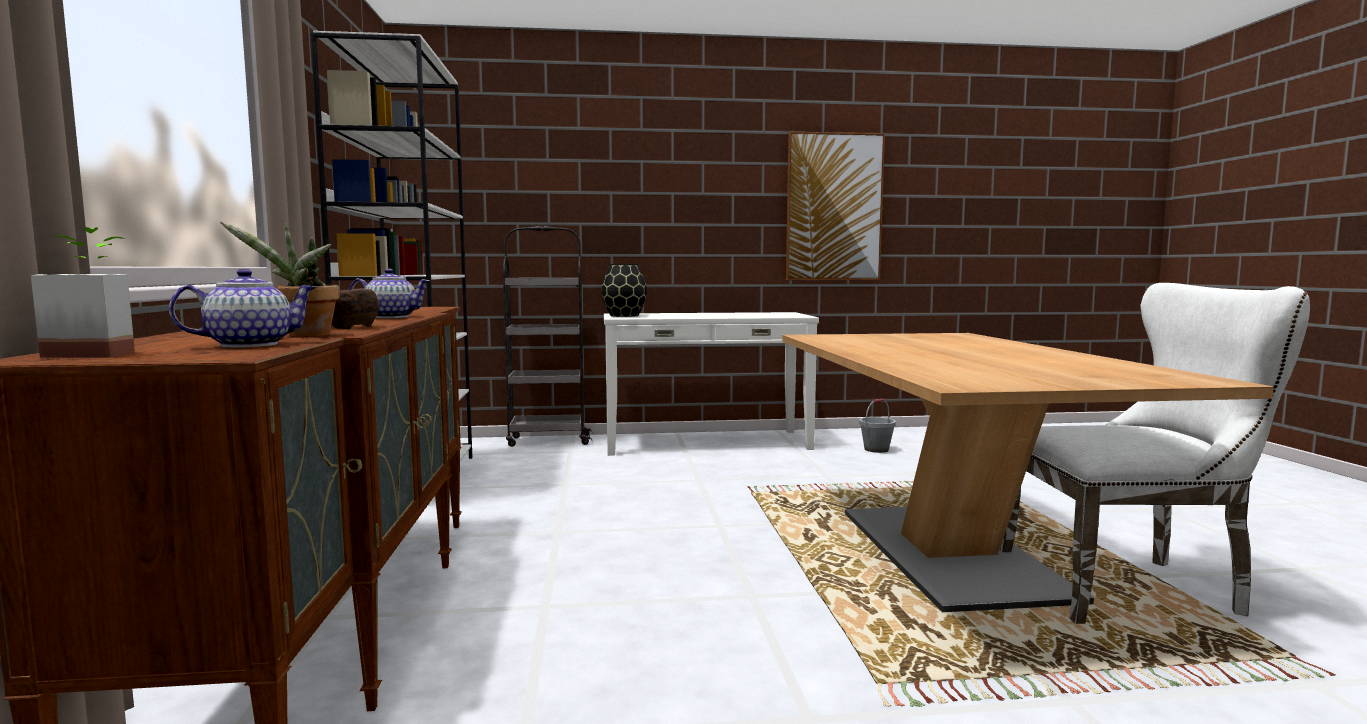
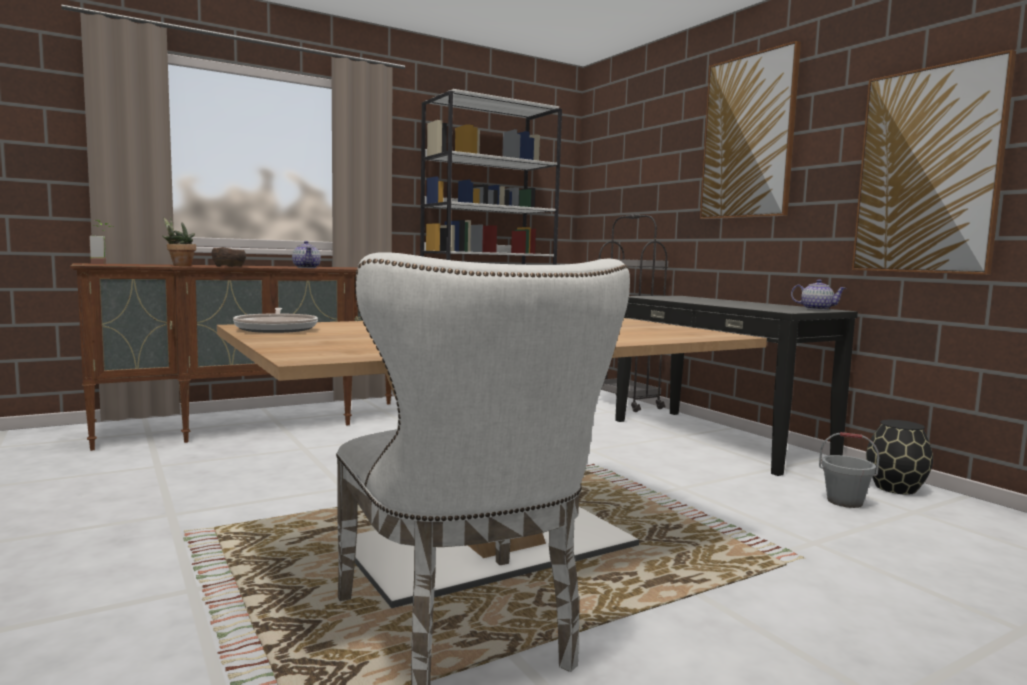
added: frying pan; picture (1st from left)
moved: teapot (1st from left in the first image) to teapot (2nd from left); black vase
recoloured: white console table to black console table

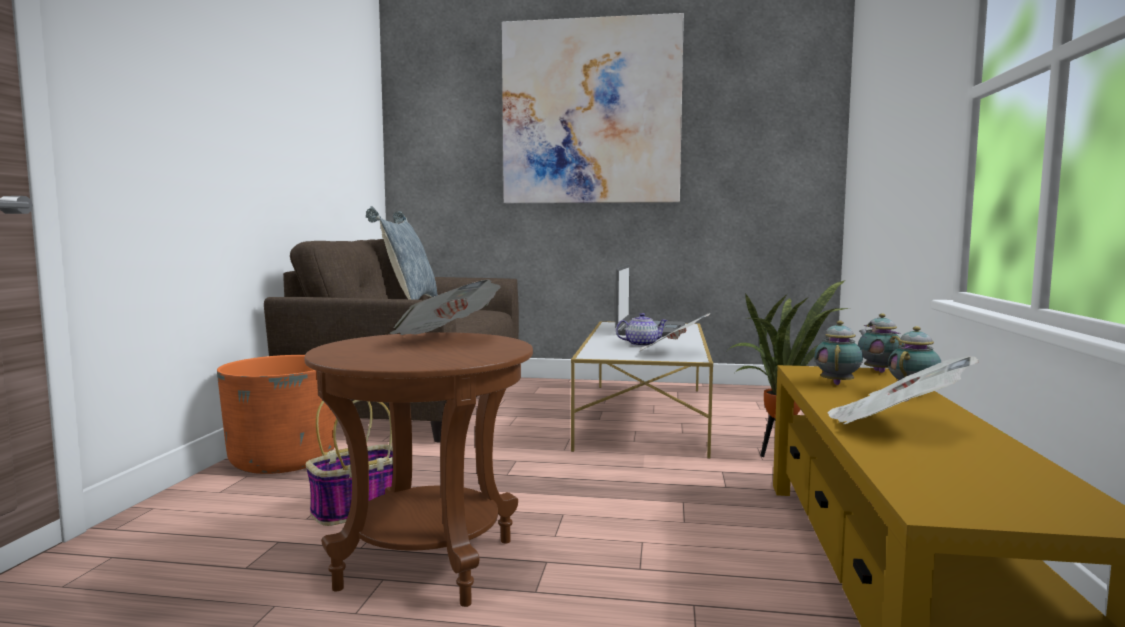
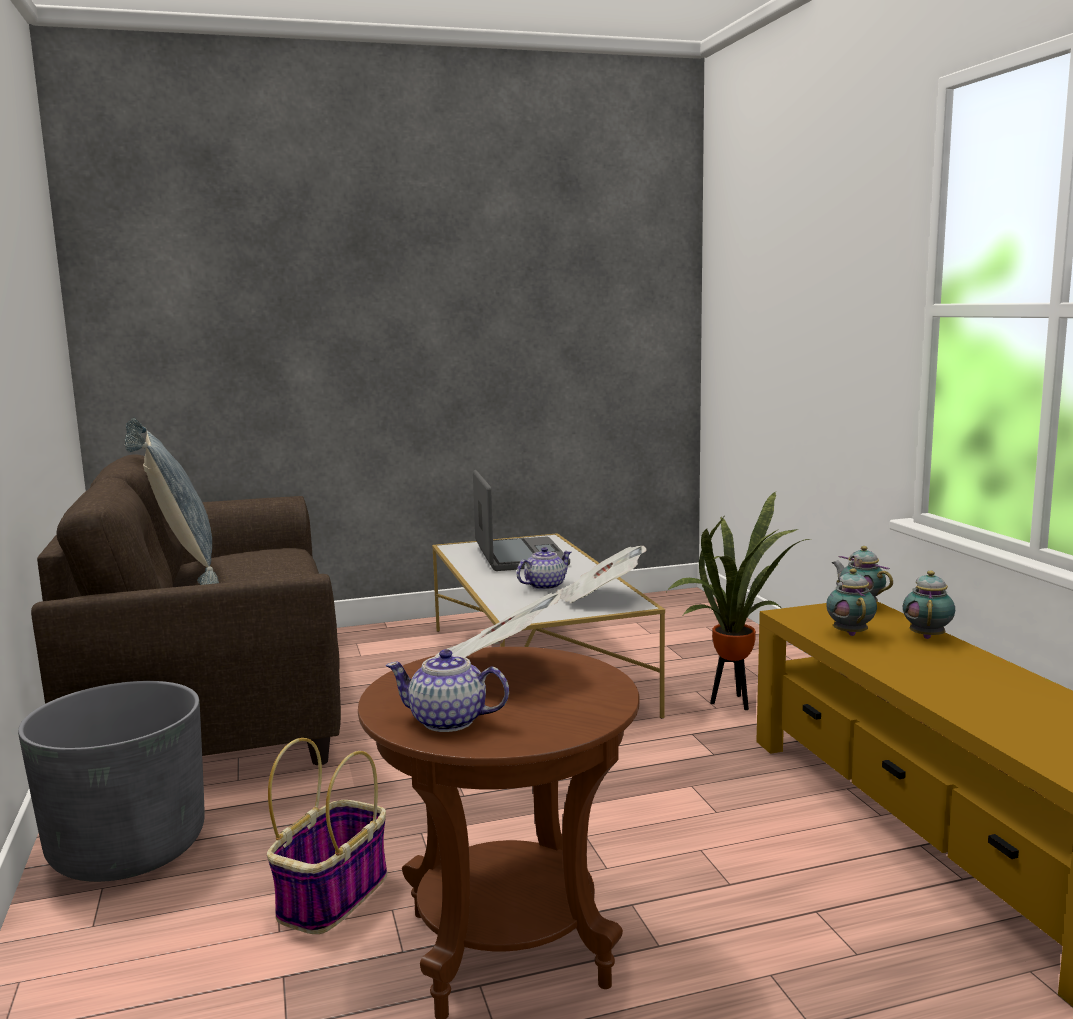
removed: picture; newspaper (3rd from left)
added: teapot (1st from left)
recoloured: orange planter to grey planter

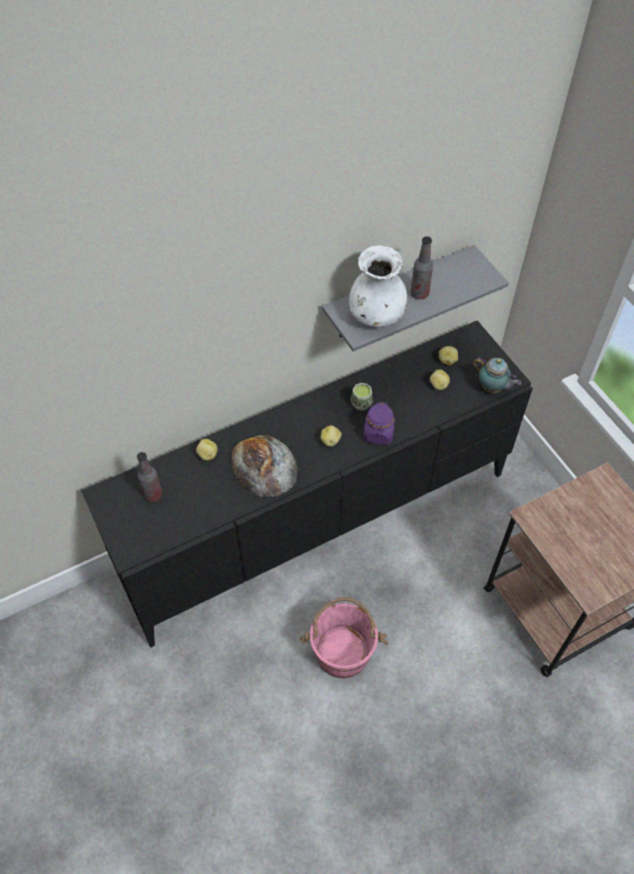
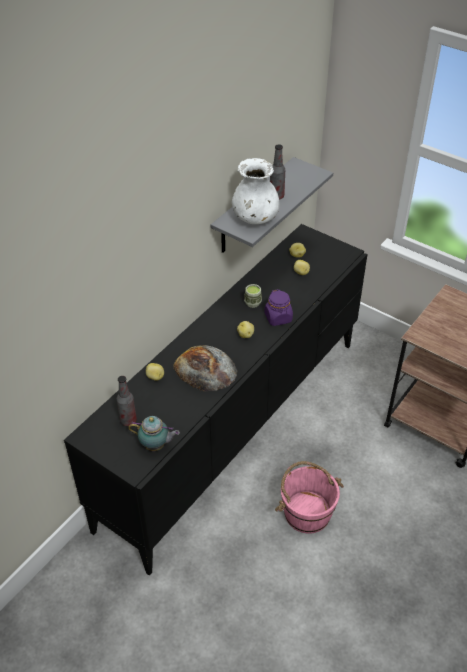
moved: teapot

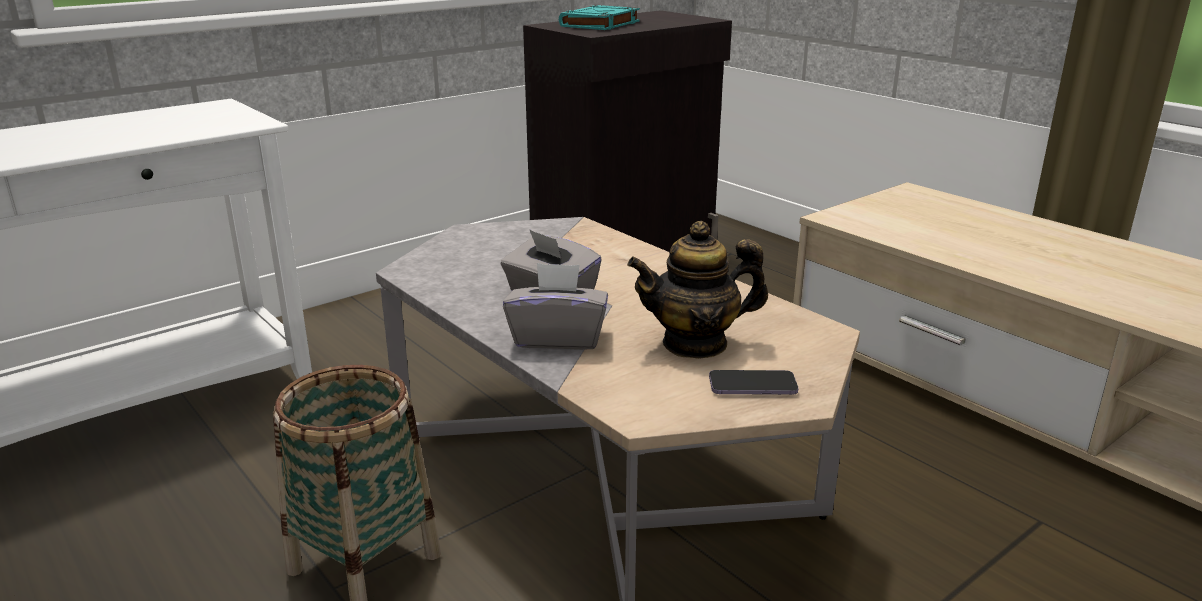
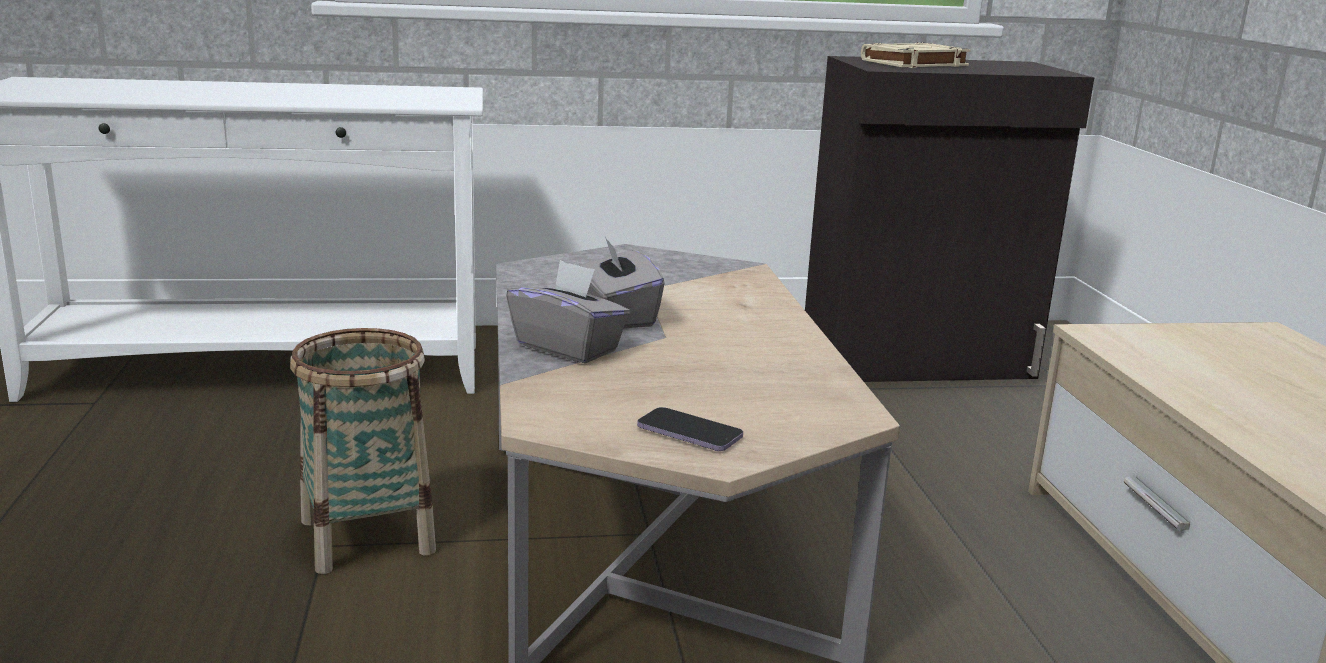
removed: teapot
recoloured: turquoise book to beige book

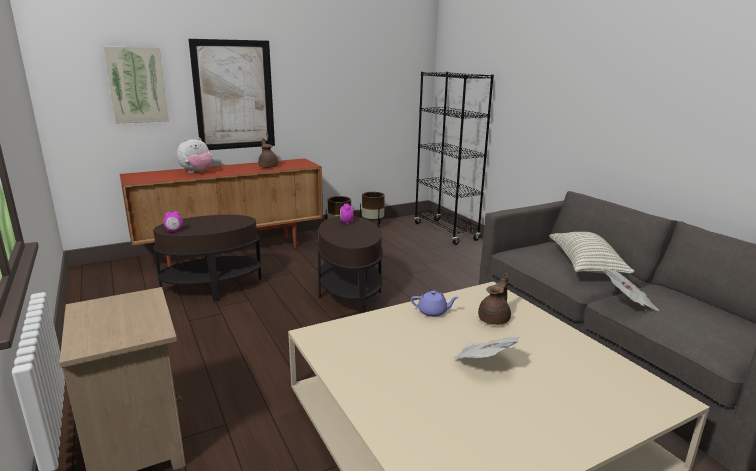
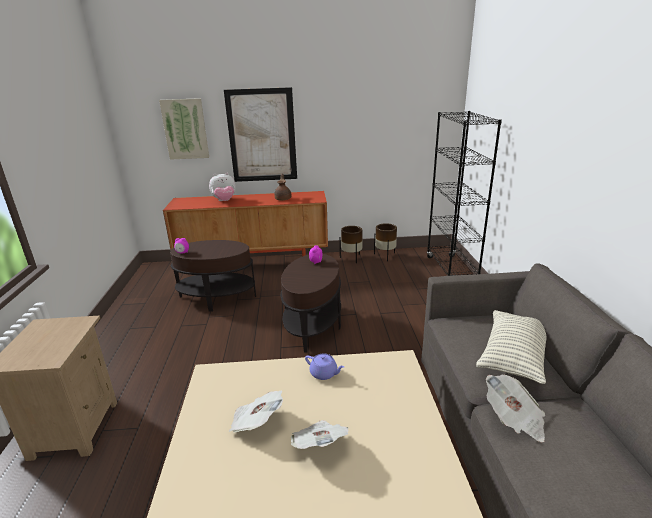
removed: brown teapot (2nd from left)
added: newspaper (1st from left)

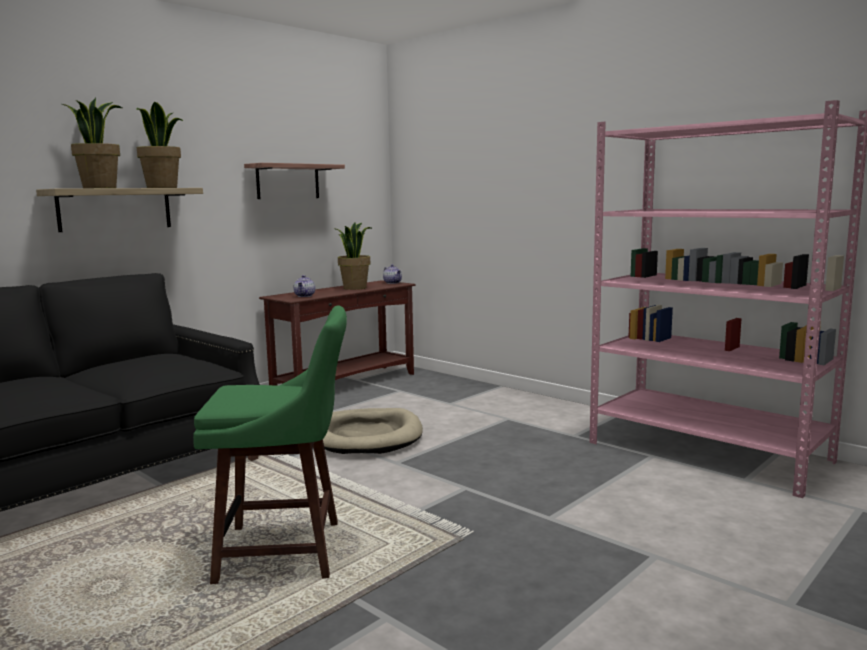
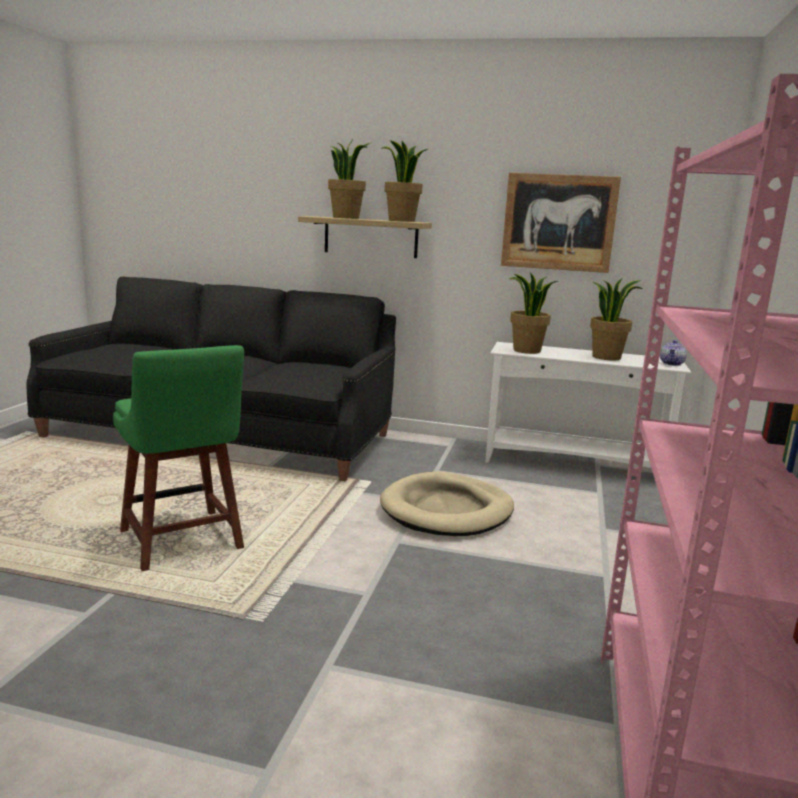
replaced: shelf (2nd from left) to picture; teapot (1st from left) to potted plant (3rd from left)
recoloured: brown console table to white console table

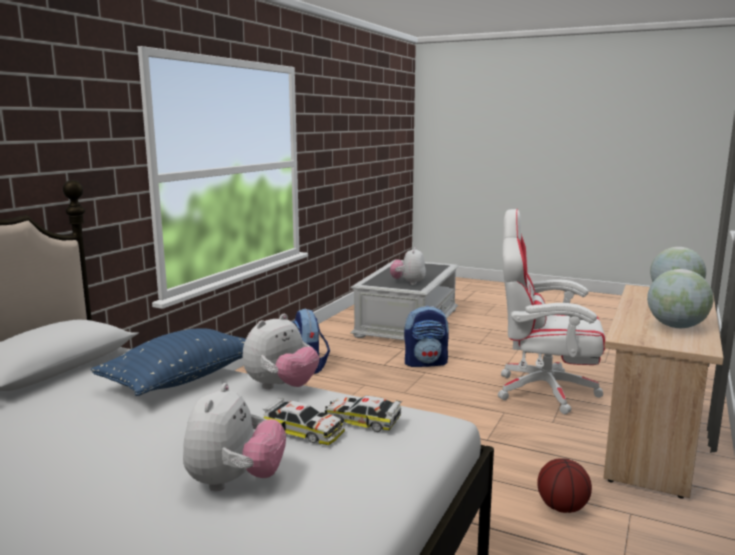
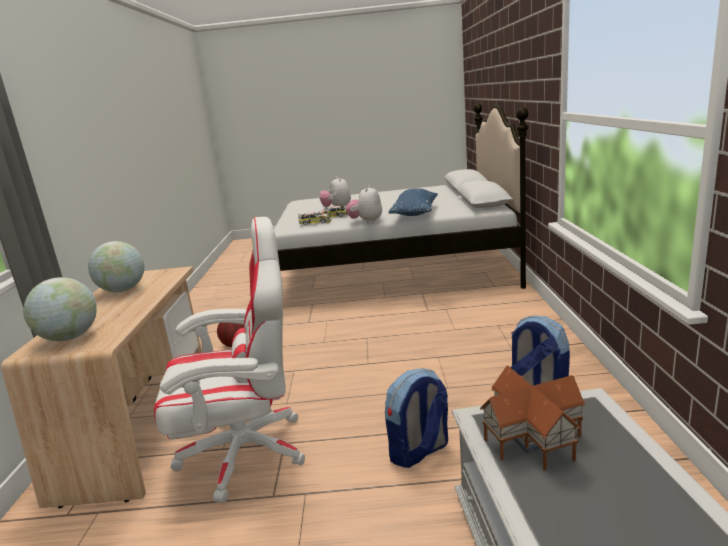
replaced: plush toy (3rd from left) to toy house

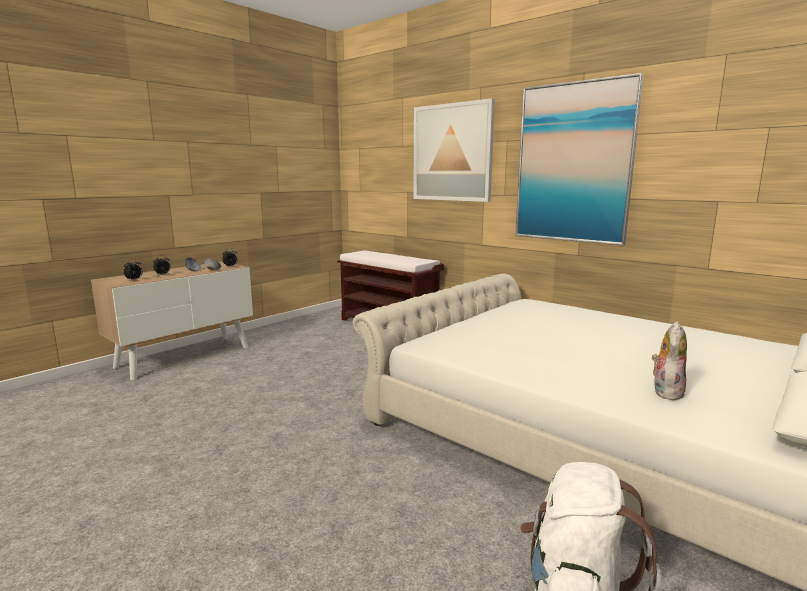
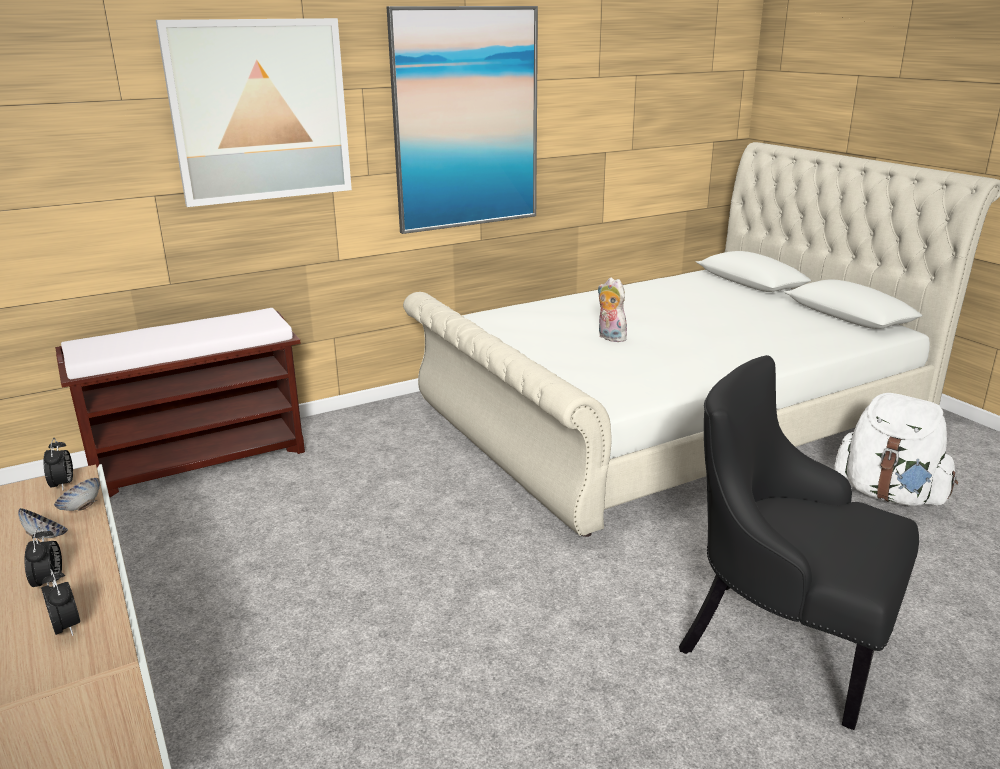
added: black chair
moved: plush toy

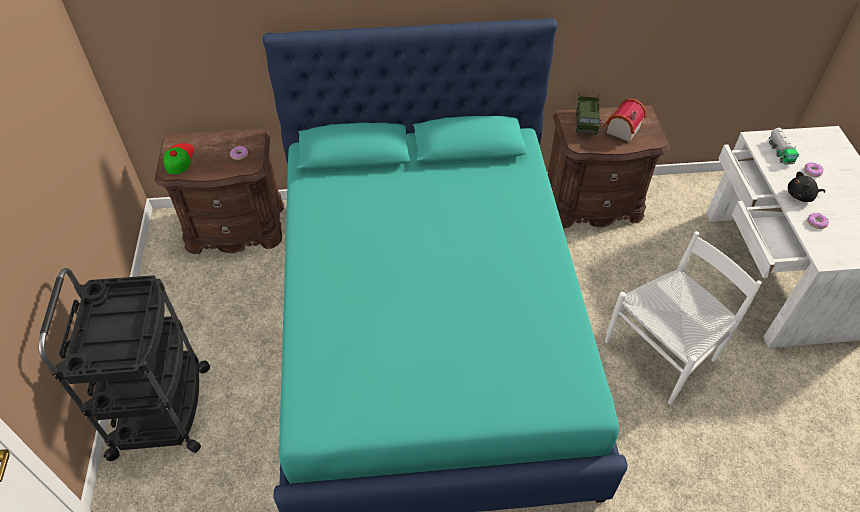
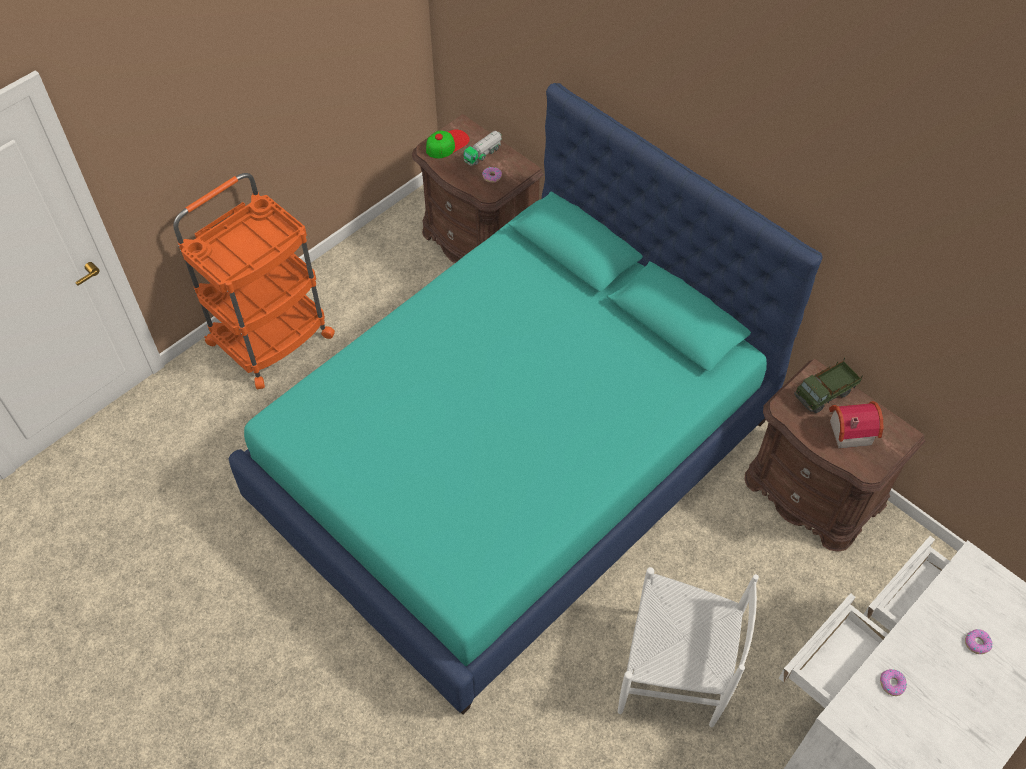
removed: black plush toy
moved: toy truck (2nd from left in the first image) to toy truck (1st from left)
recoloured: black cart to orange cart

